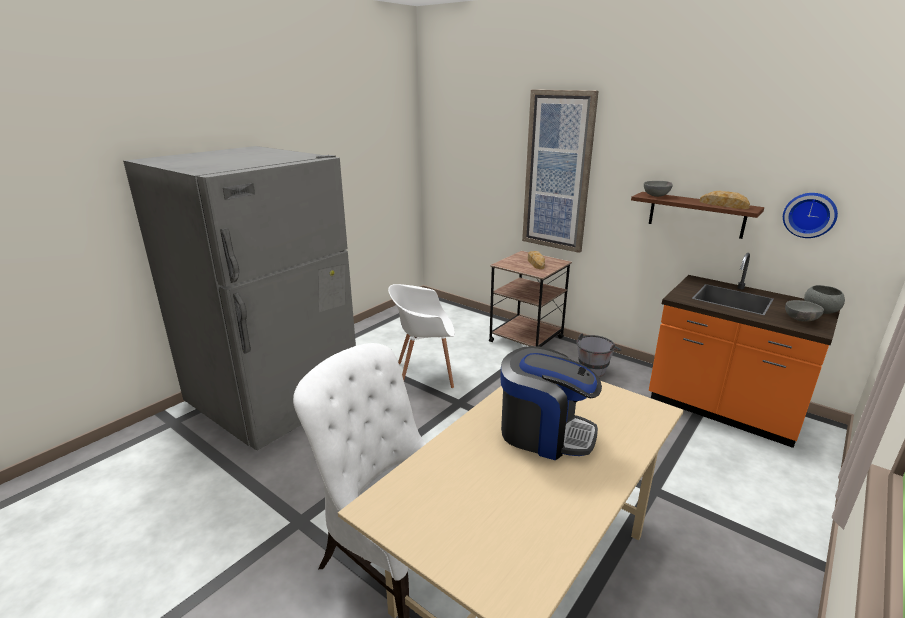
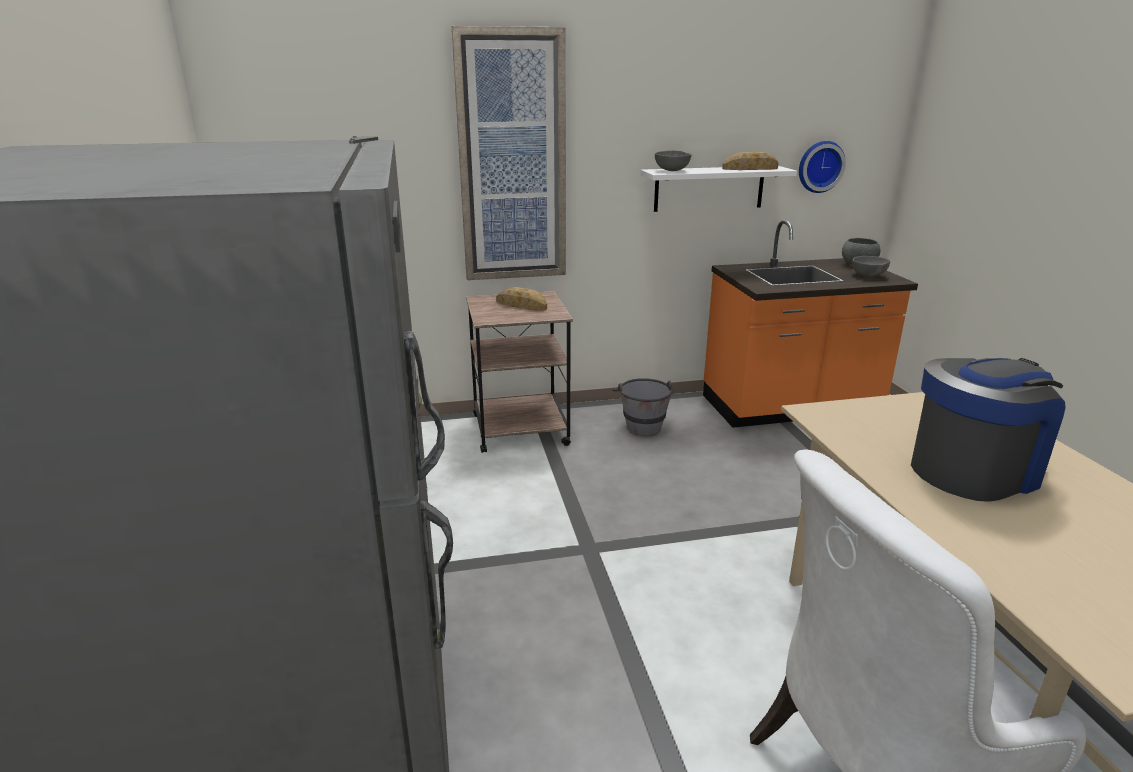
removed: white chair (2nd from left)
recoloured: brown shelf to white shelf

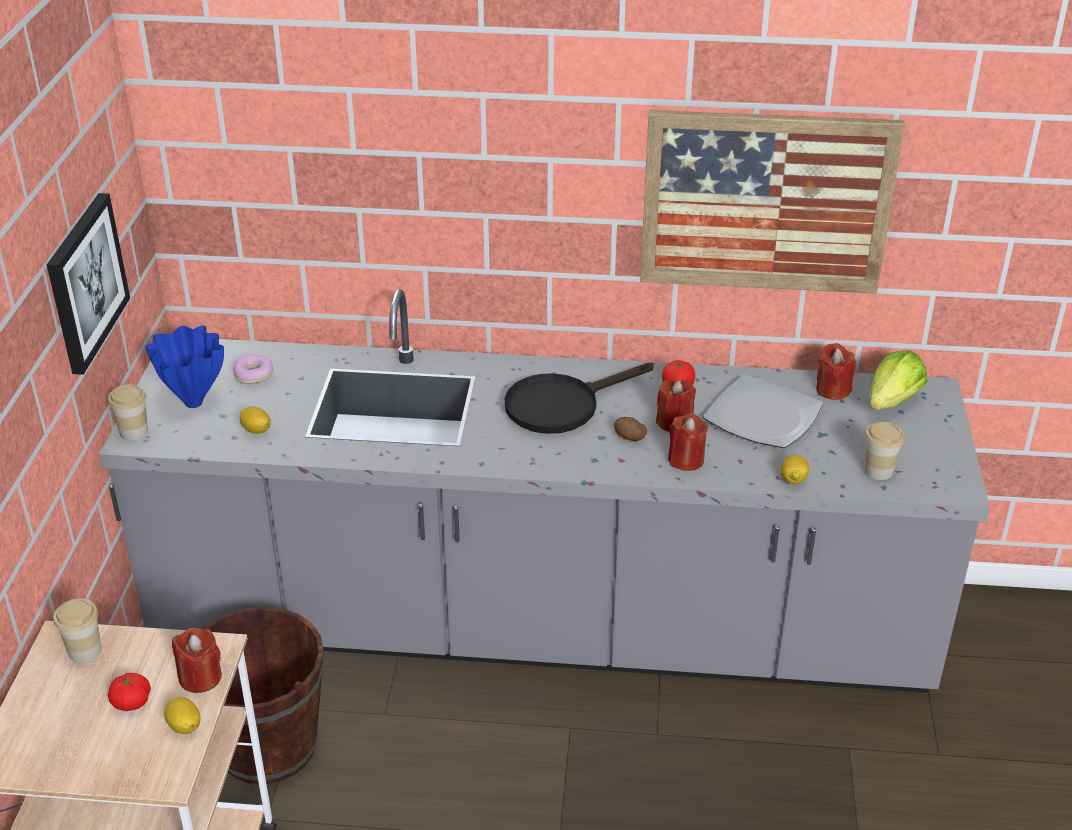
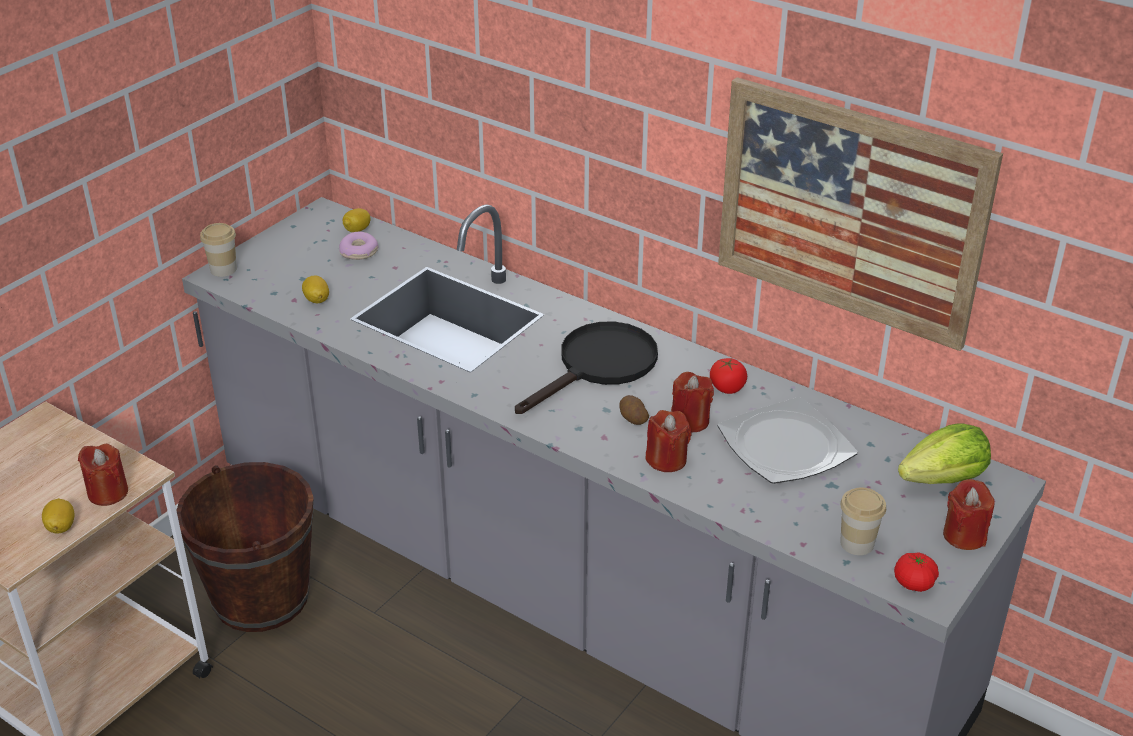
removed: picture (1st from left); cup (1st from left); blue vase
moved: tomato (1st from left in the first image) to tomato (2nd from left); lemon (3rd from left); red candle (4th from left)
turned: black frying pan 135 degrees clockwise

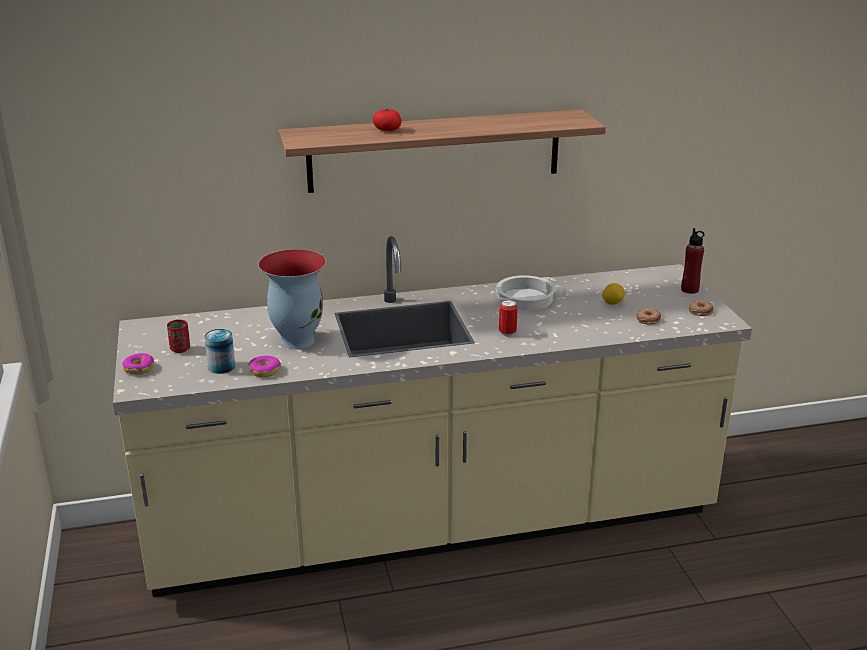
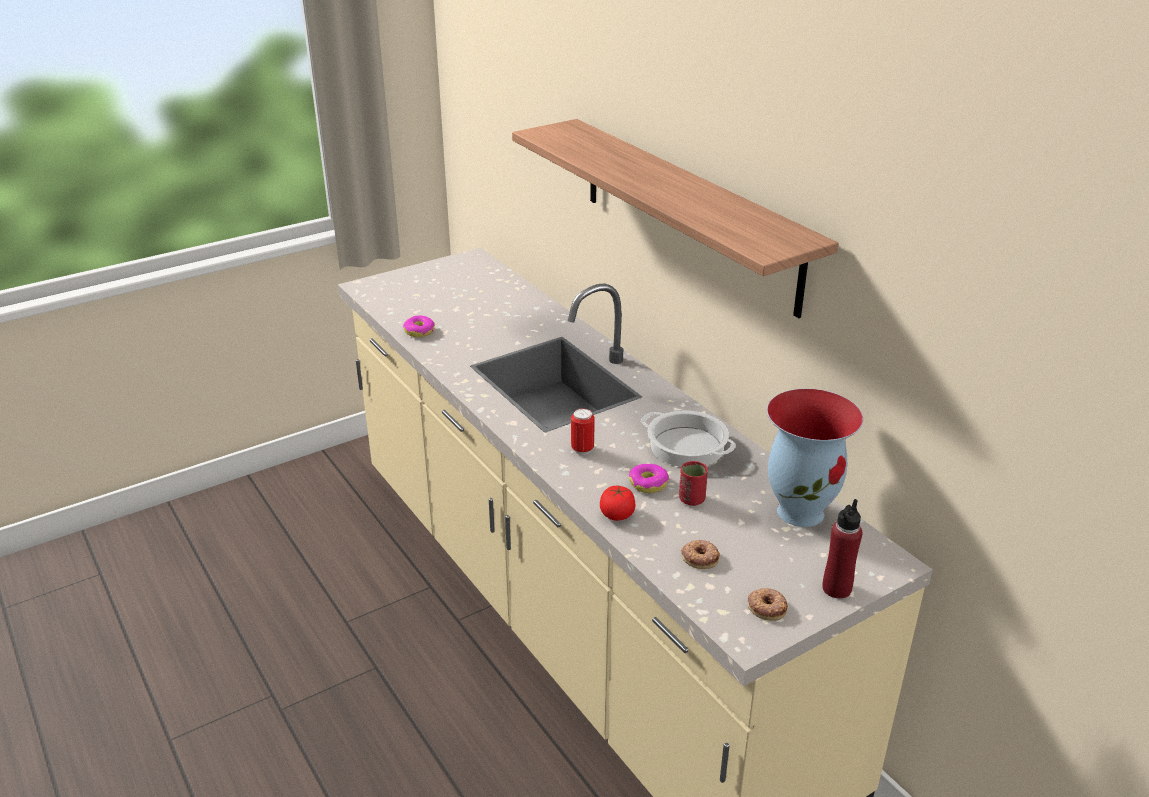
removed: can (1st from left); lemon
moved: donut (1st from left in the first image) to donut (2nd from left); red cup; vase; tomato

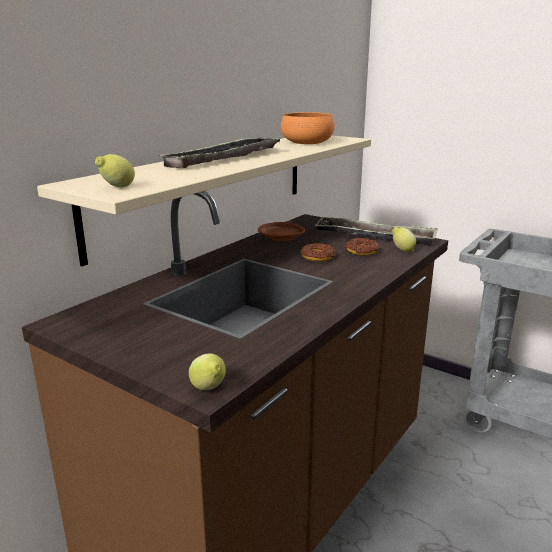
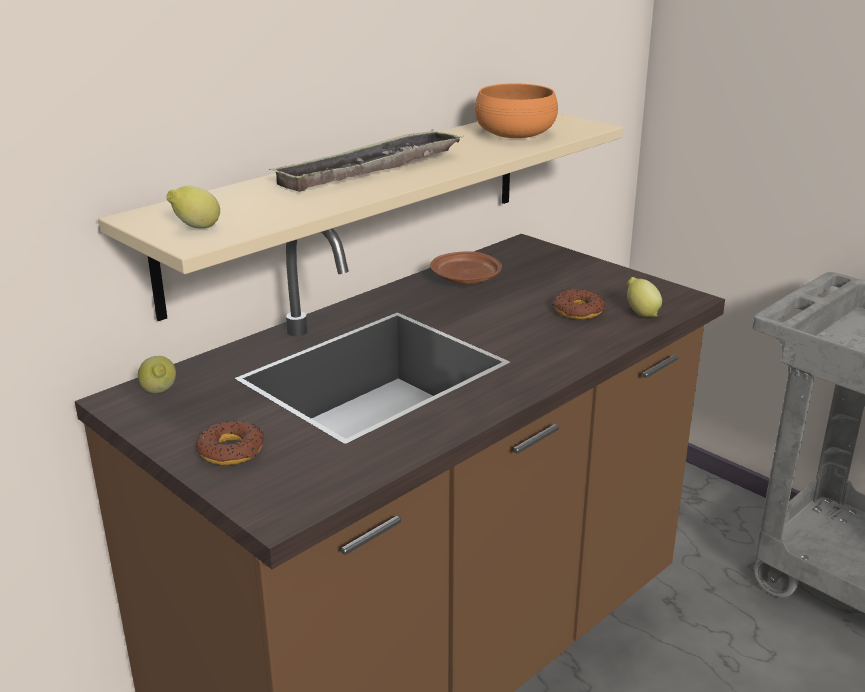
removed: tray (2nd from left)
moved: lemon (2nd from left in the first image) to lemon (1st from left); donut (1st from left)

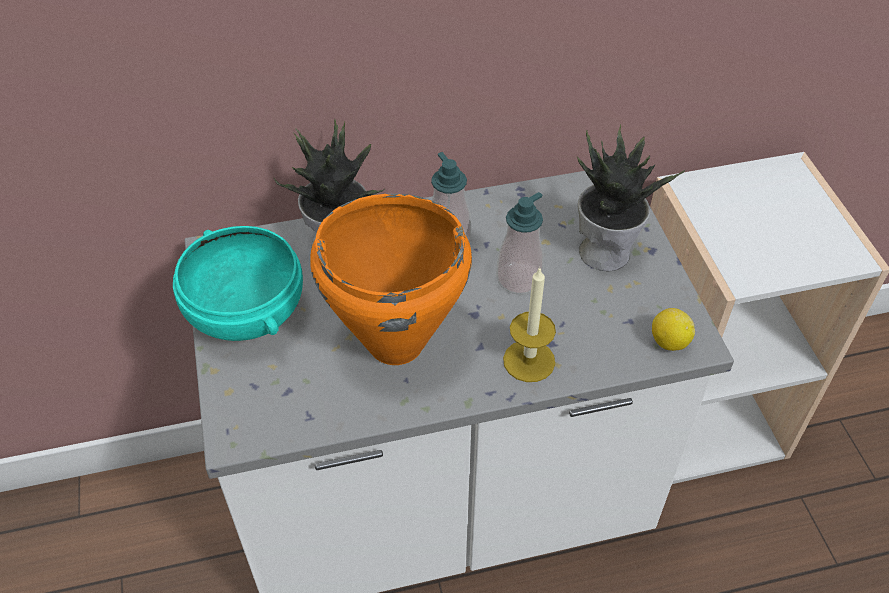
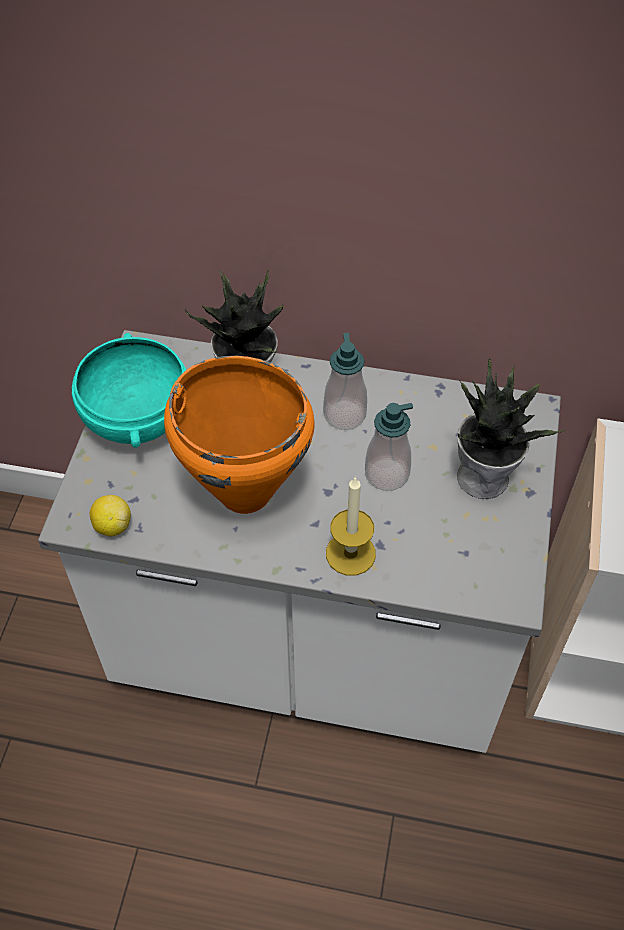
moved: lemon

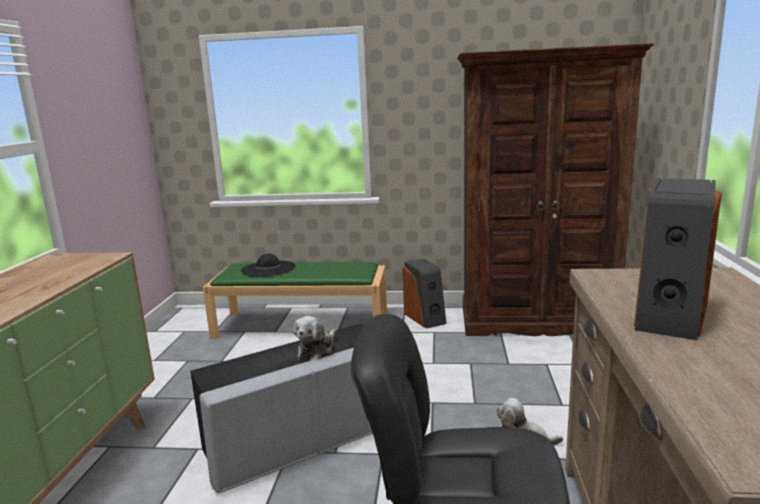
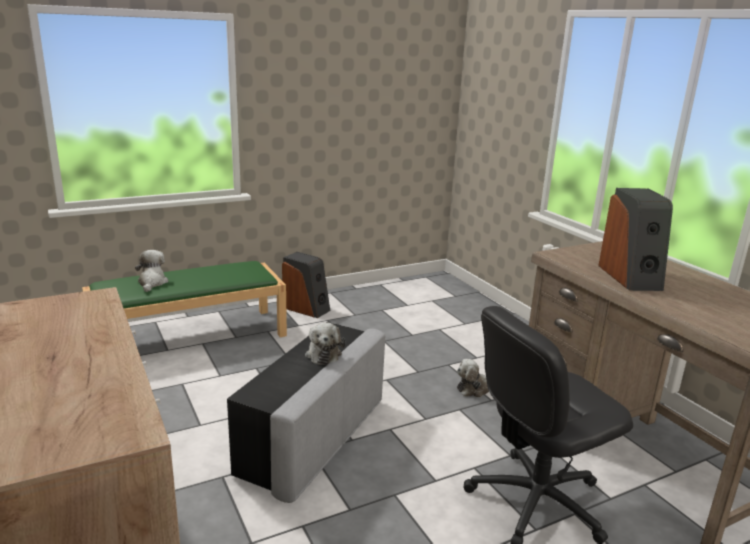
removed: brown wardrobe
replaced: black hat to plush toy (1st from left)

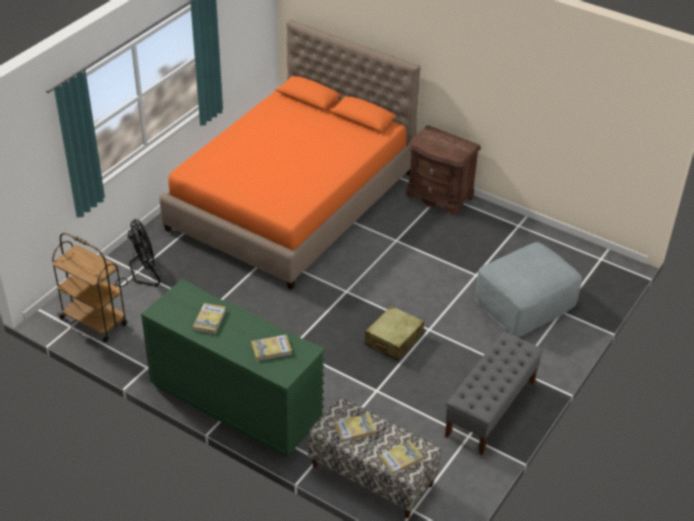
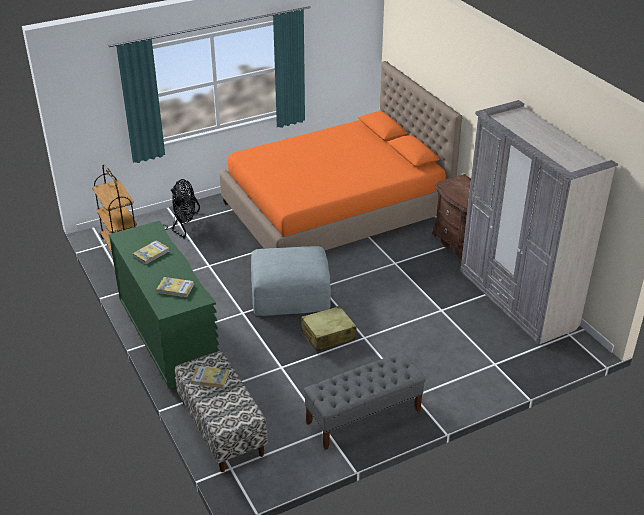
removed: book (4th from left)
added: grey wardrobe
moved: grey ottoman

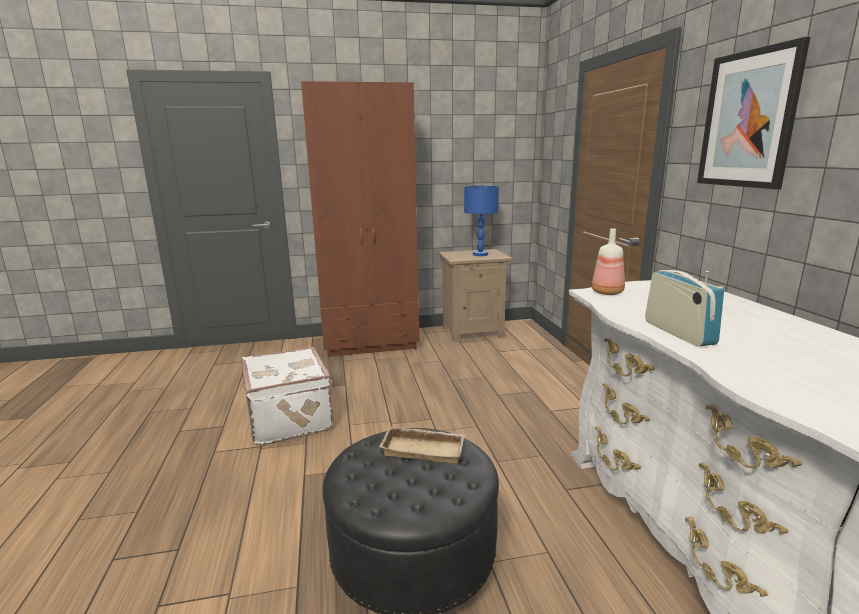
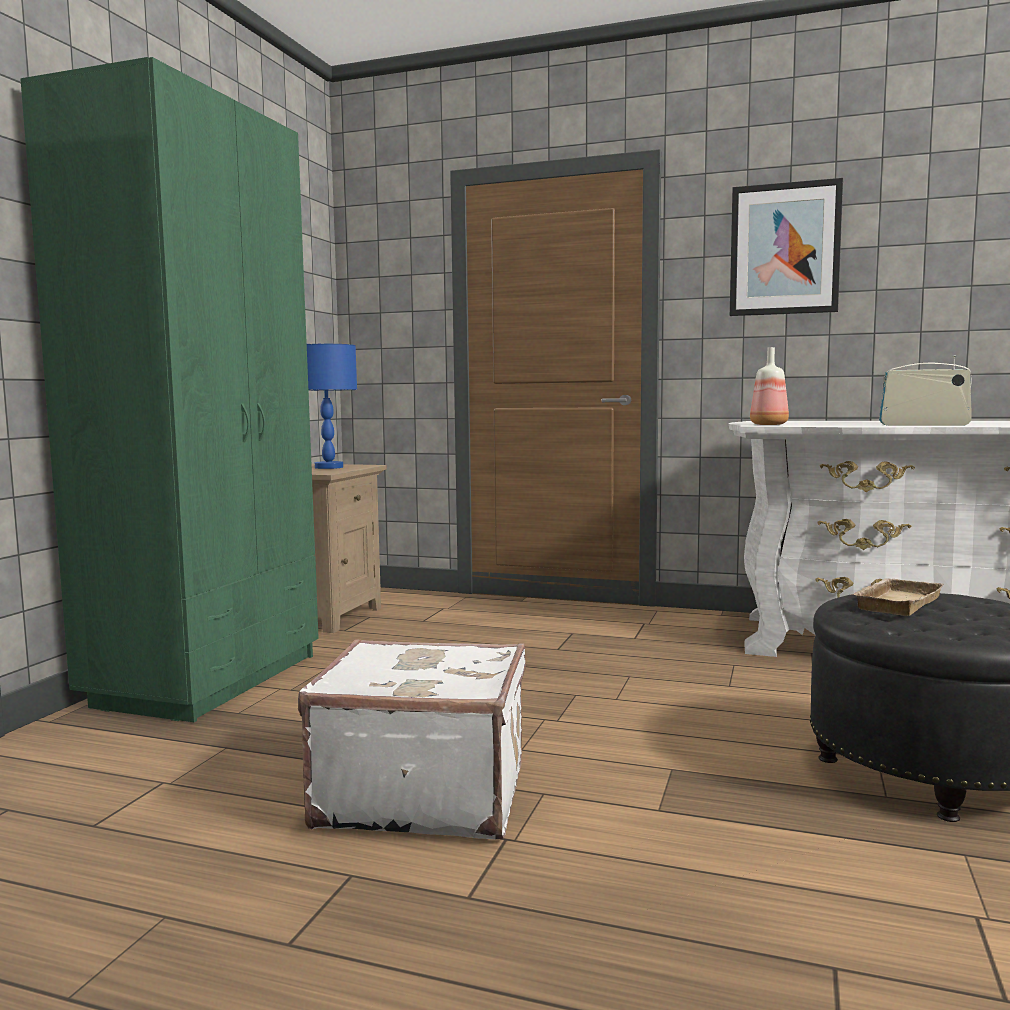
recoloured: brown wardrobe to green wardrobe

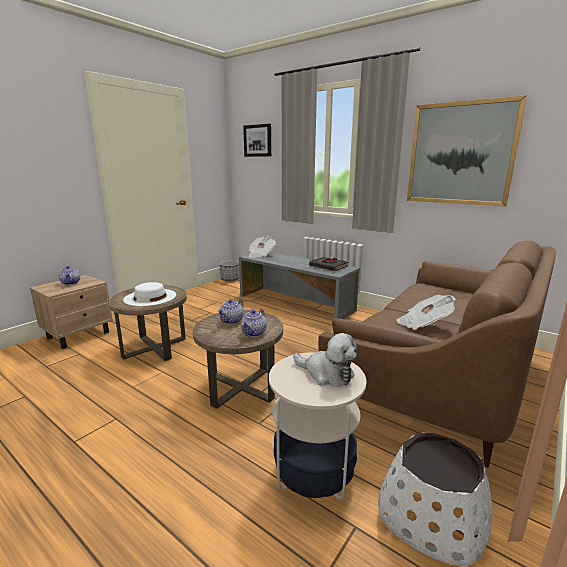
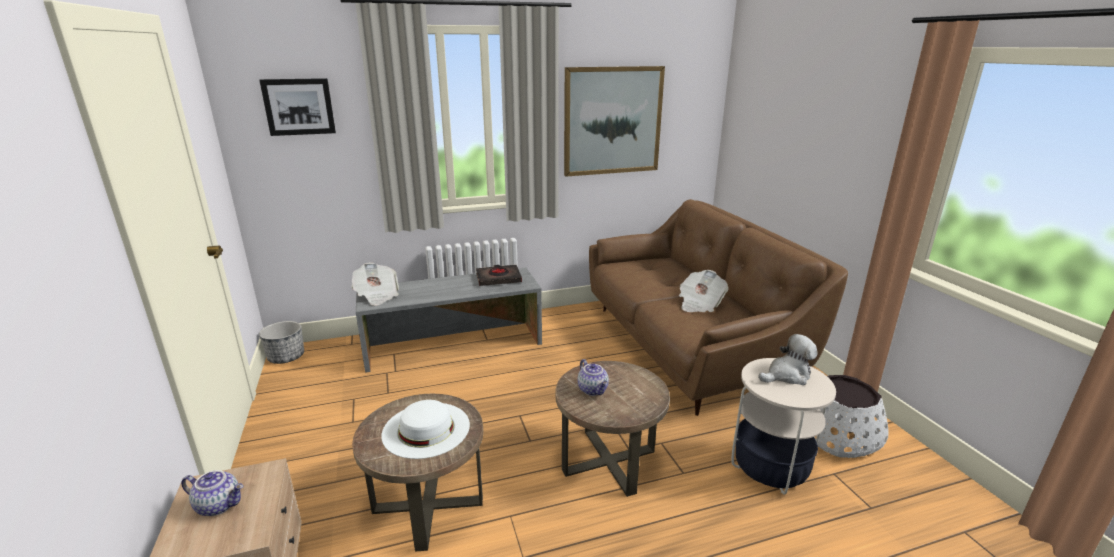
removed: teapot (3rd from left)

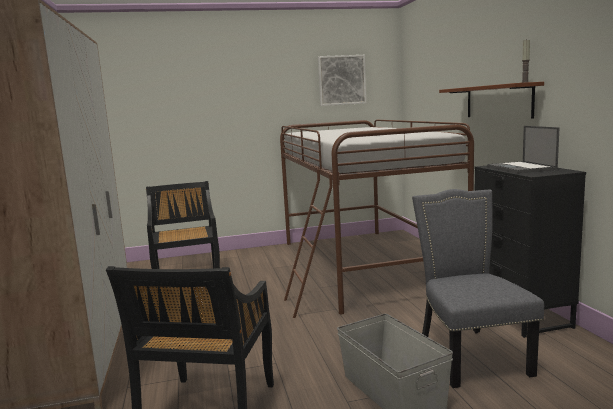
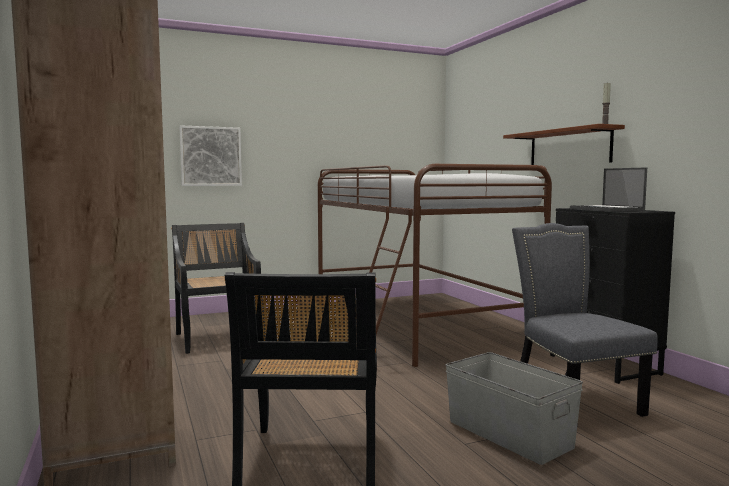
moved: picture

